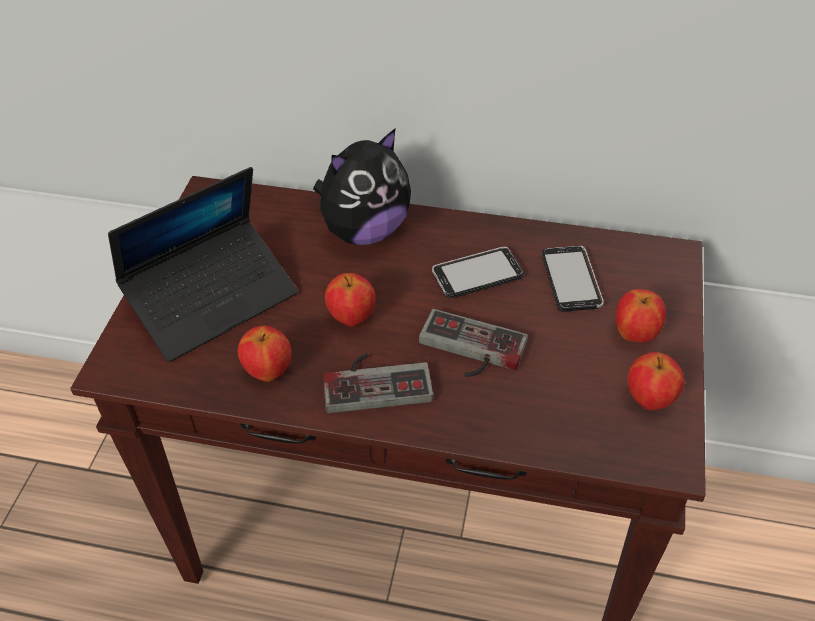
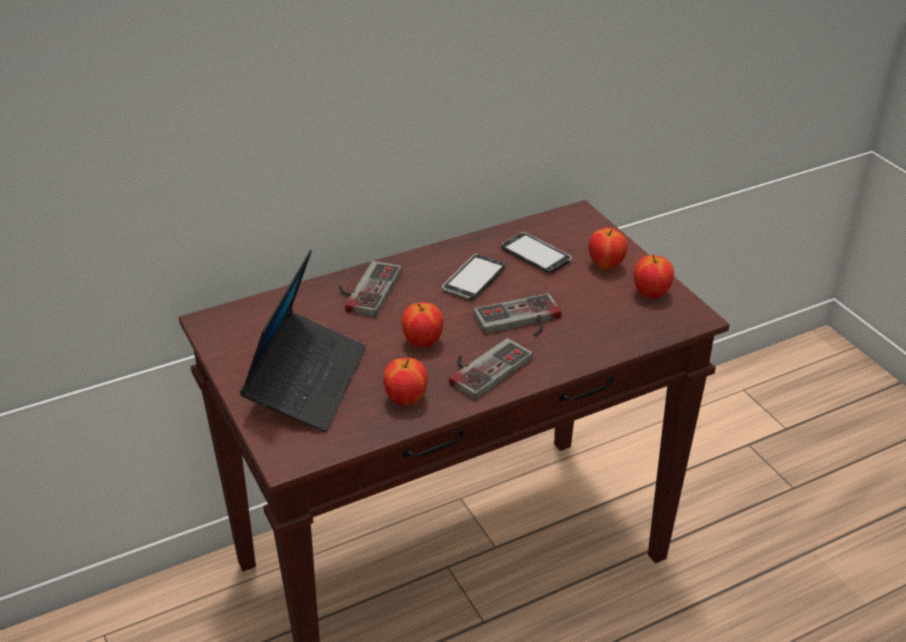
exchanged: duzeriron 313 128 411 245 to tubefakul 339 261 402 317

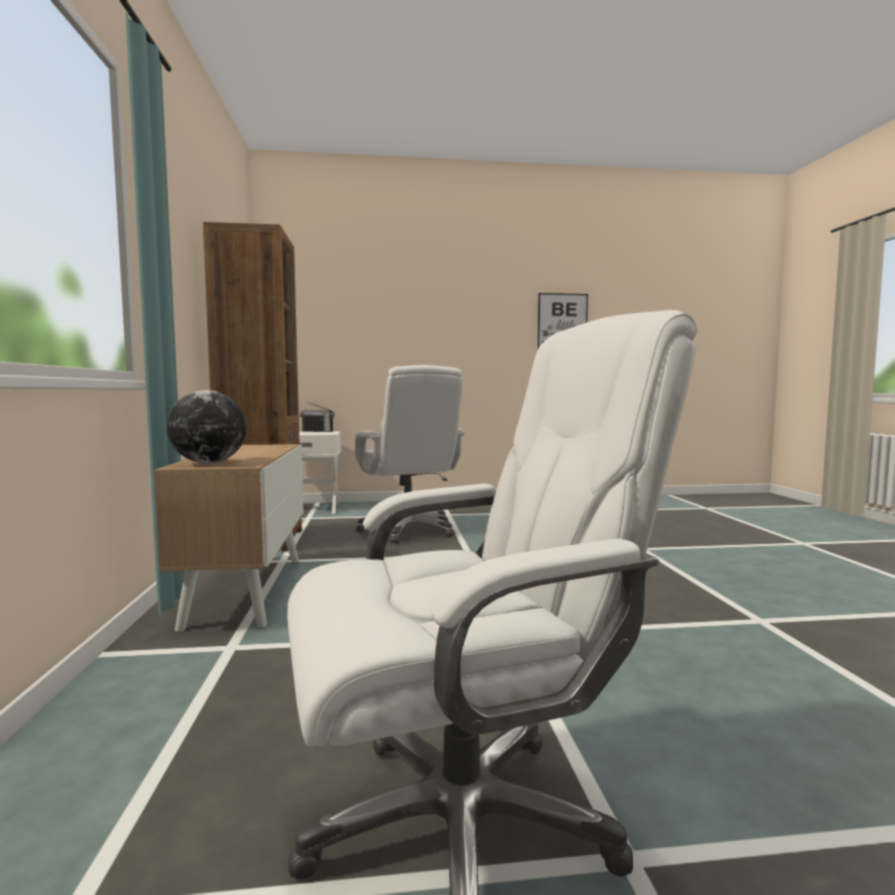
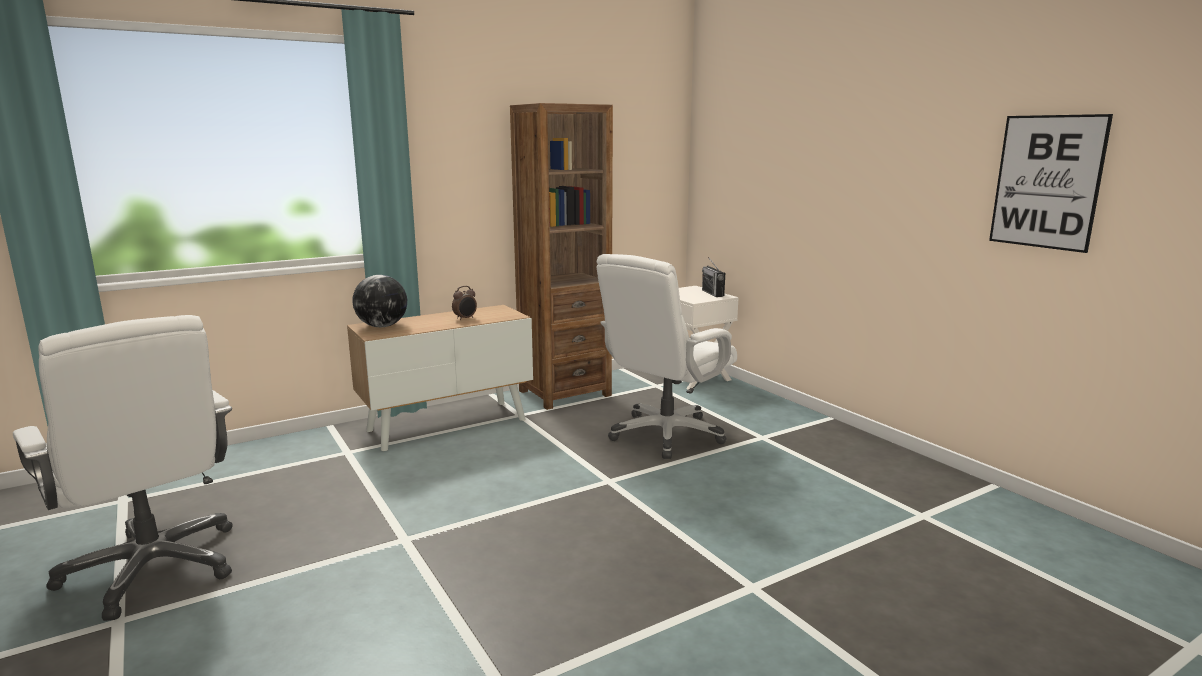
appeared: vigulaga 452 286 477 320

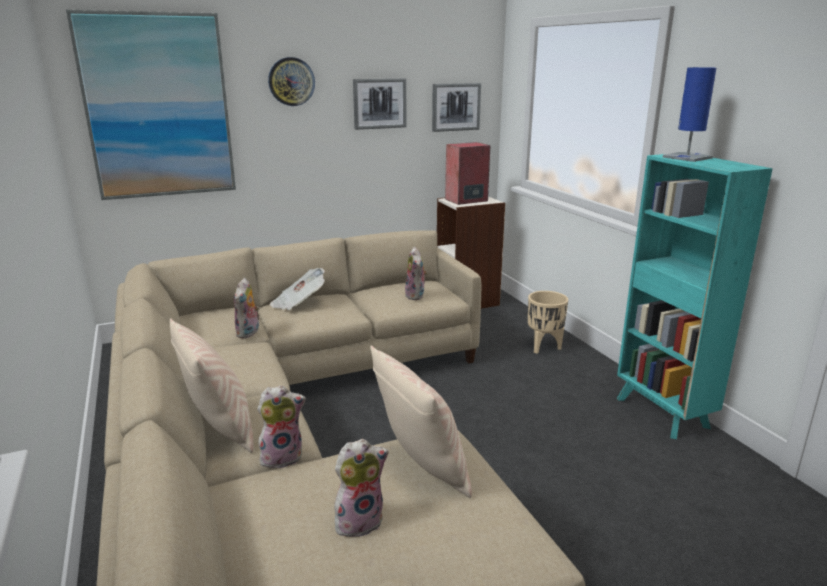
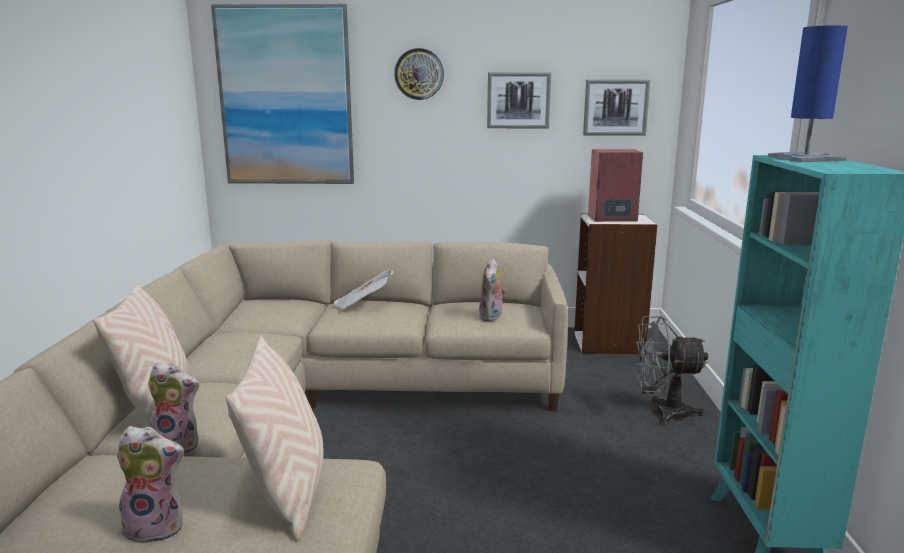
missing: duzeriron 234 278 260 339
exchanged: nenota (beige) 528 291 568 354 to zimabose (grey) 636 316 708 425

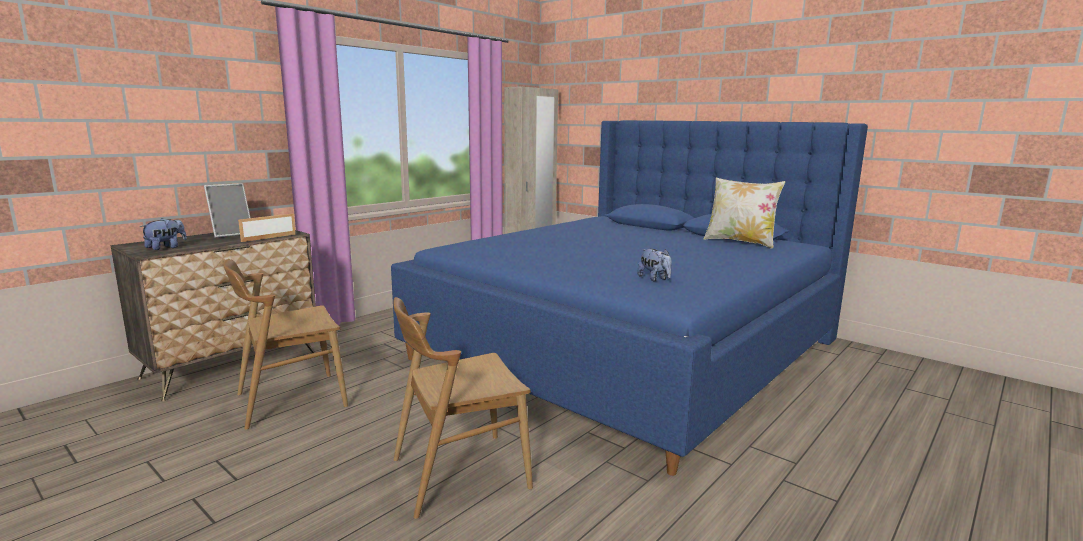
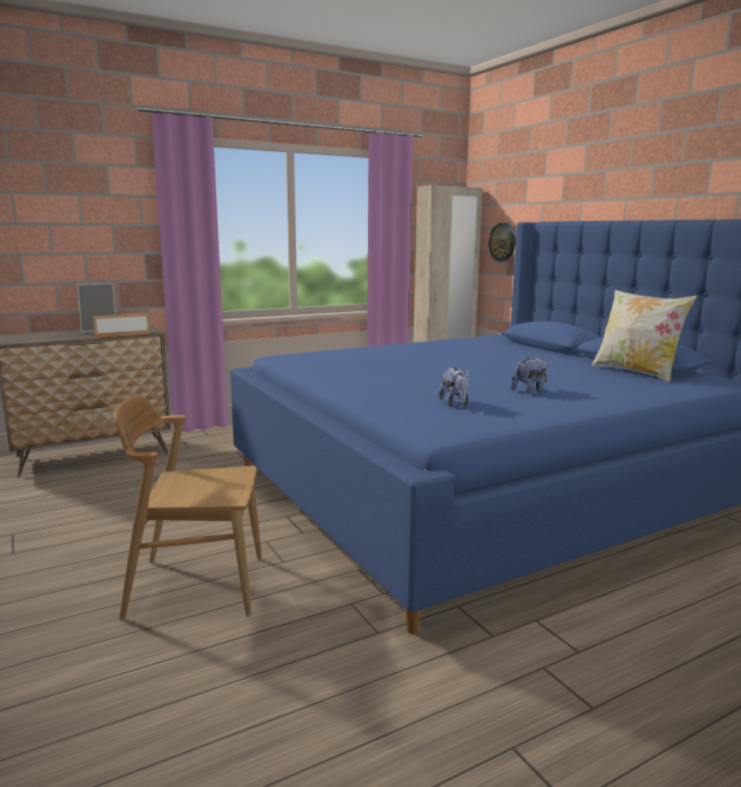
missing: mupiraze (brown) 223 259 348 430
appeared: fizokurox 488 223 516 262
relocated: duzeriron 140 218 187 250 to 511 355 549 393

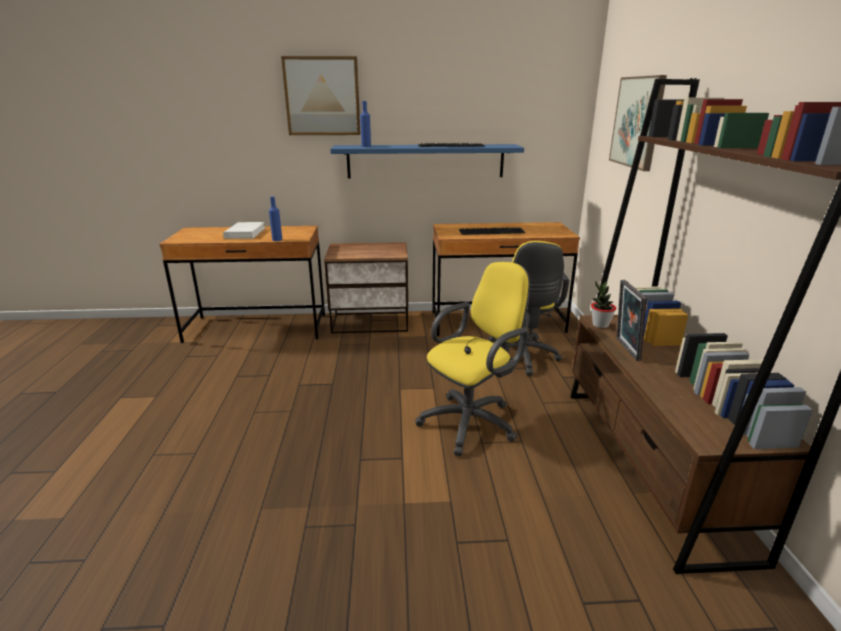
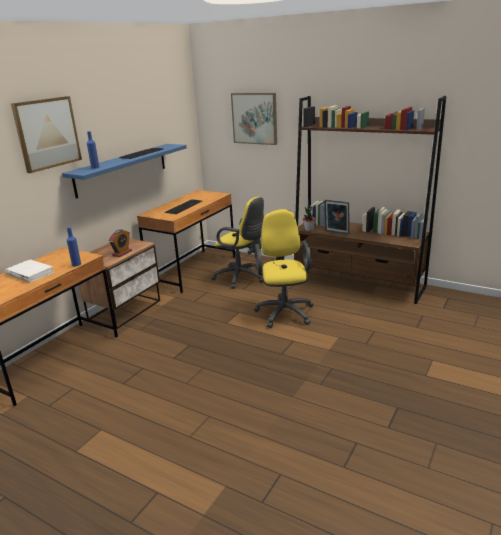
appeared: vigulaga 109 229 132 257

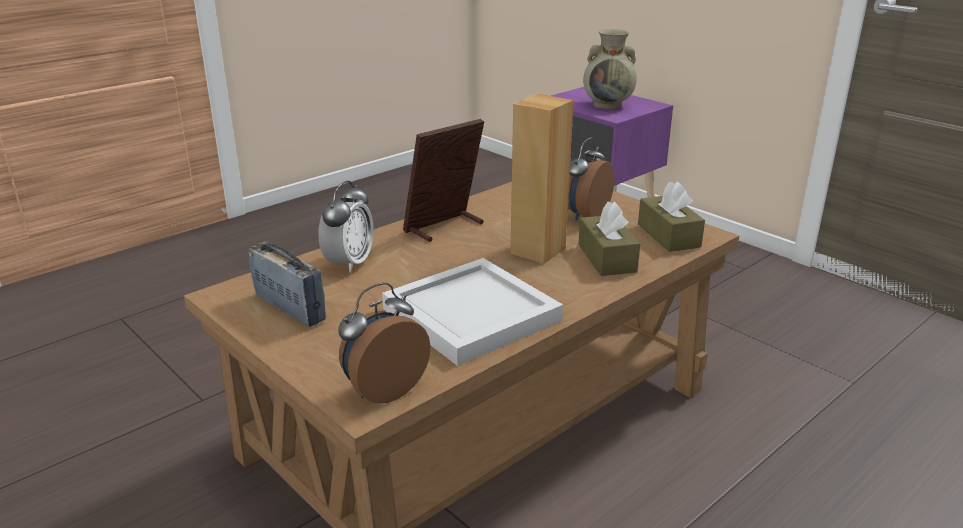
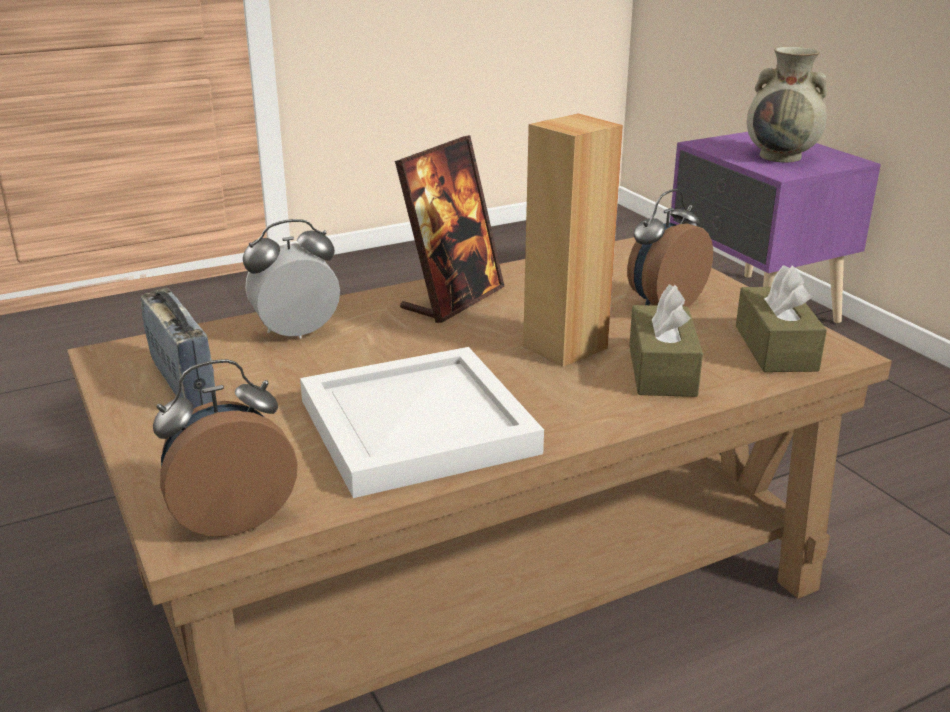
spun: vigulaga 318 181 374 273 = 243 219 340 339 150 degrees counterclockwise; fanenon 403 119 484 242 = 395 135 505 323 150 degrees clockwise

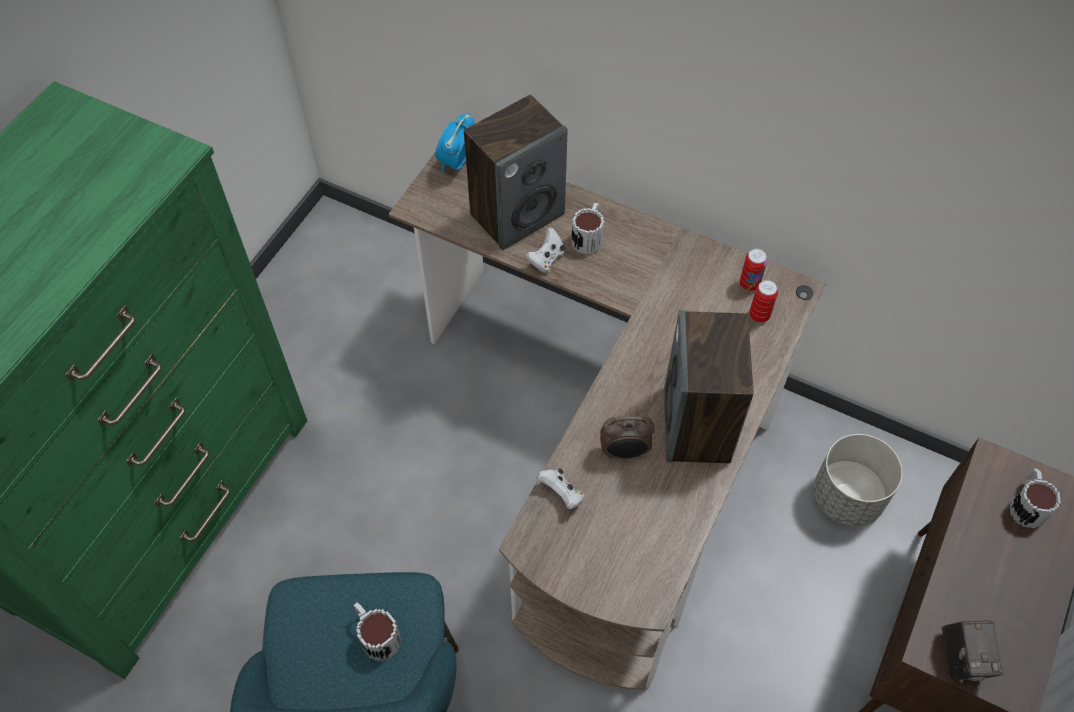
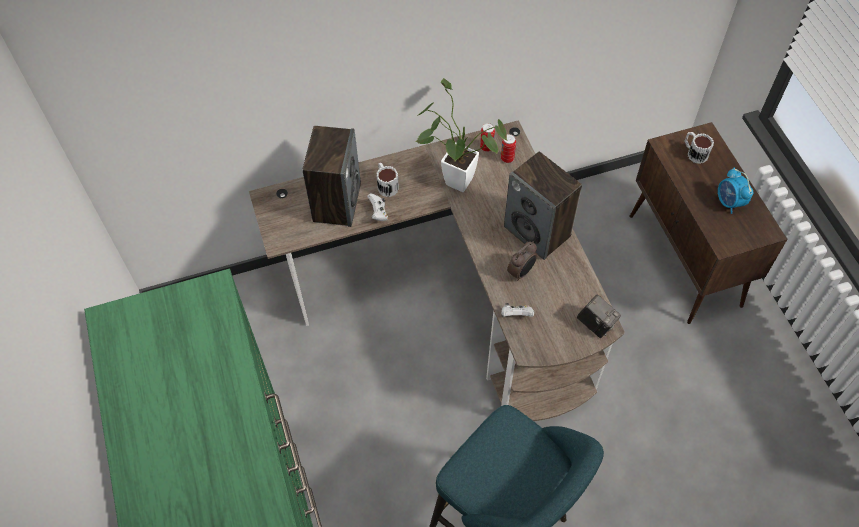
missing: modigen 354 602 401 661; nenota (grey) 813 434 903 526
appeared: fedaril 415 78 507 192
relocated: vigulaga 435 113 475 172 to 717 168 753 214; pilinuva 942 620 1003 683 to 577 295 621 338

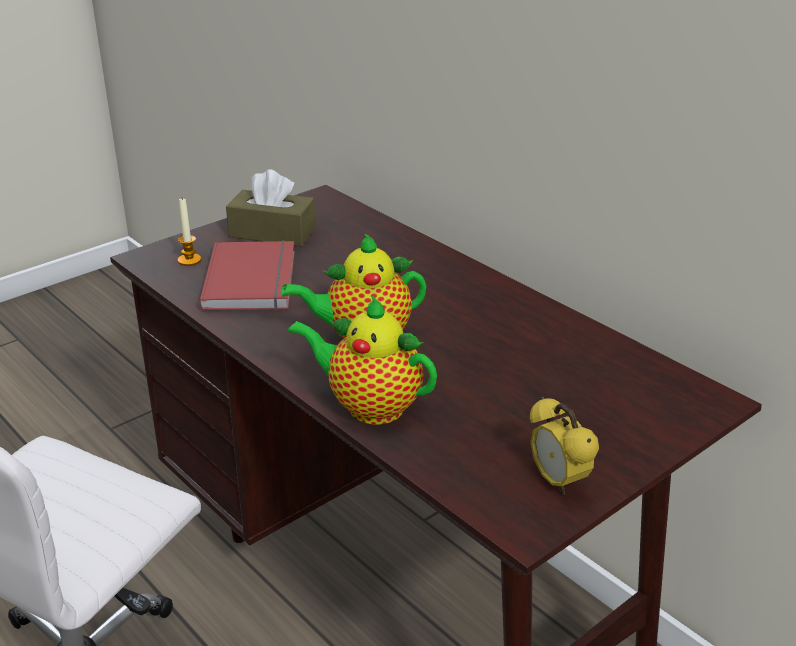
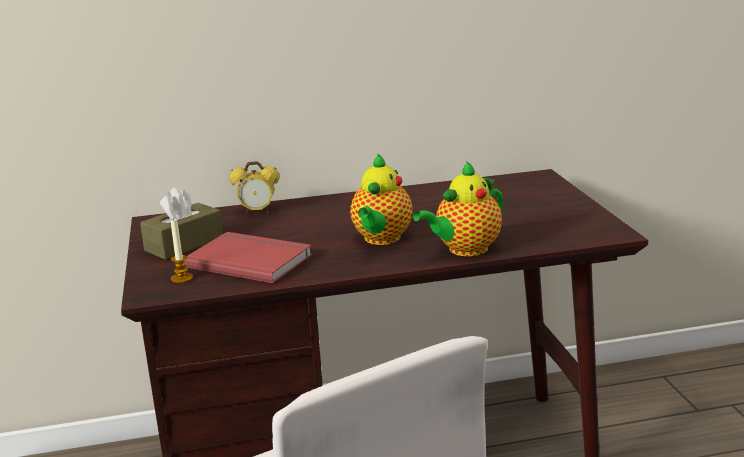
relocated: vigulaga 530 397 599 496 to 229 161 280 214

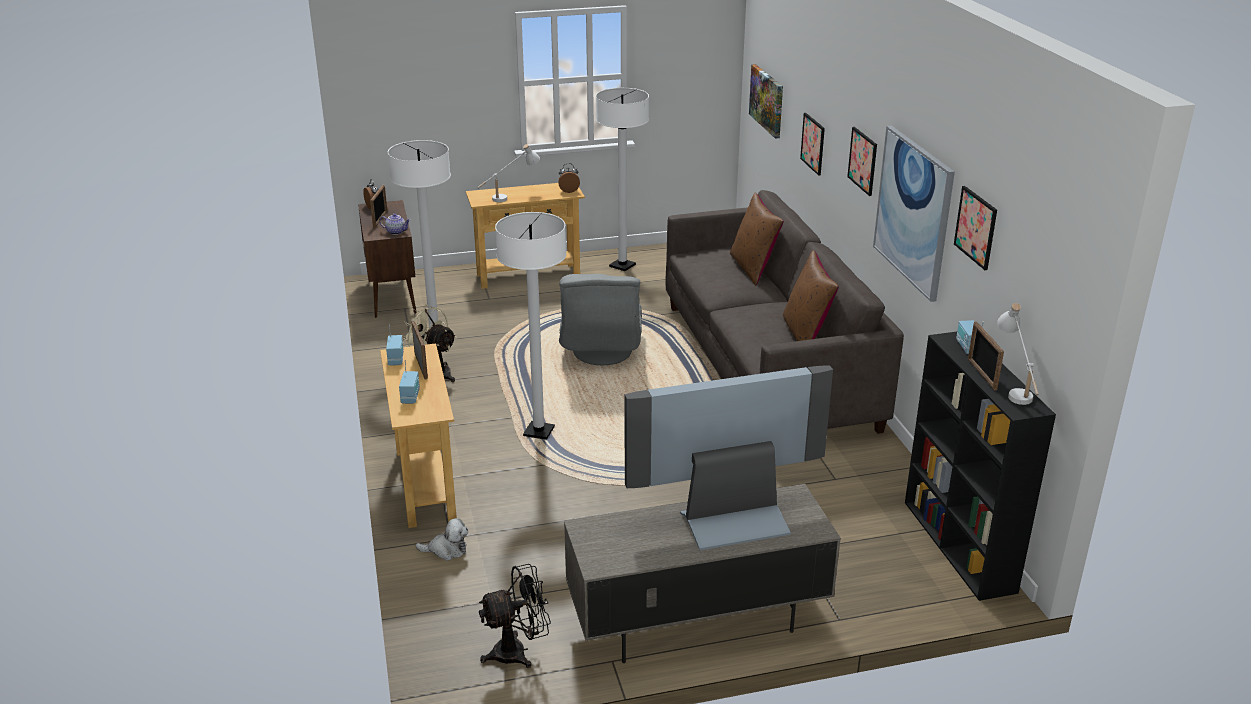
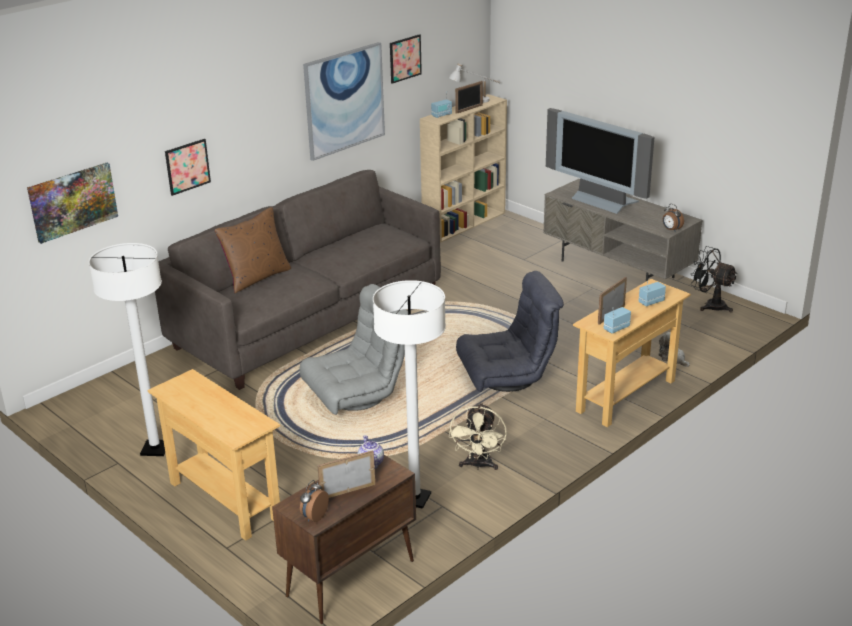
missing: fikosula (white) 477 144 540 202; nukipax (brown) 783 250 839 341; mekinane 847 127 877 196
relocated: vigulaga 558 163 580 193 to 663 204 684 232
exchanged: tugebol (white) 495 212 566 440 to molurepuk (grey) 456 271 564 392
colour: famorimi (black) 905 332 1056 601 to famorimi (beige) 420 94 507 243

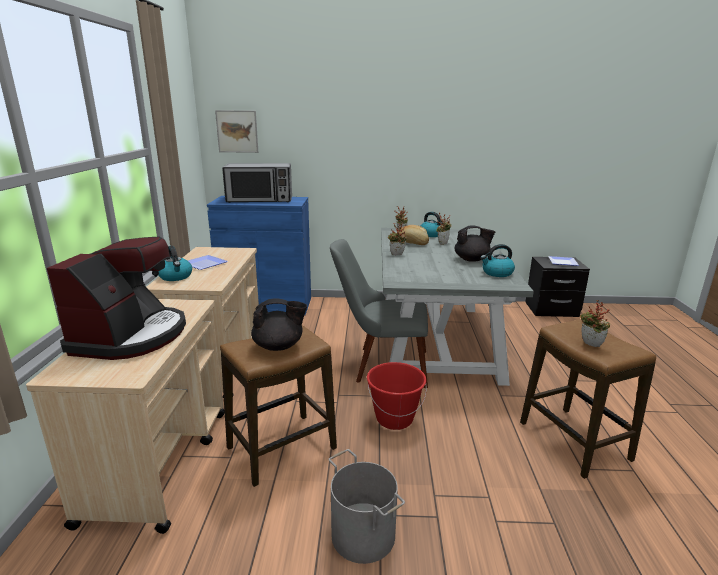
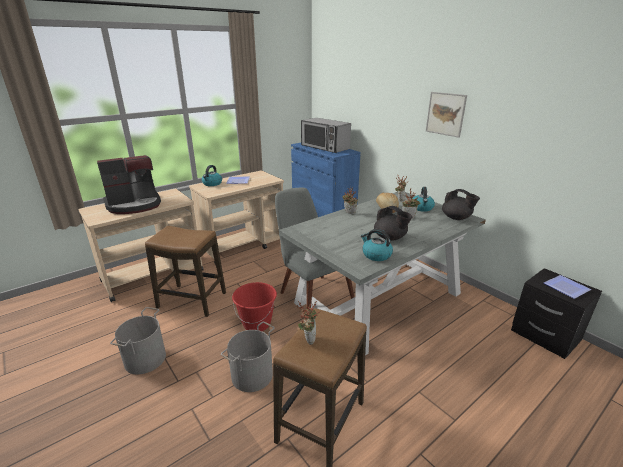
appeared: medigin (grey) 221 321 275 392
relocated: mekinane 215 110 258 153 to 426 92 467 138; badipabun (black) 251 298 307 351 to 442 189 480 220

